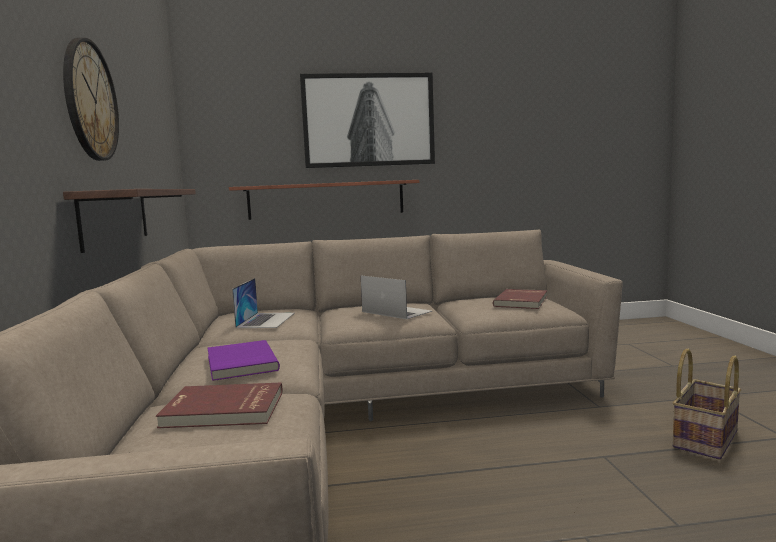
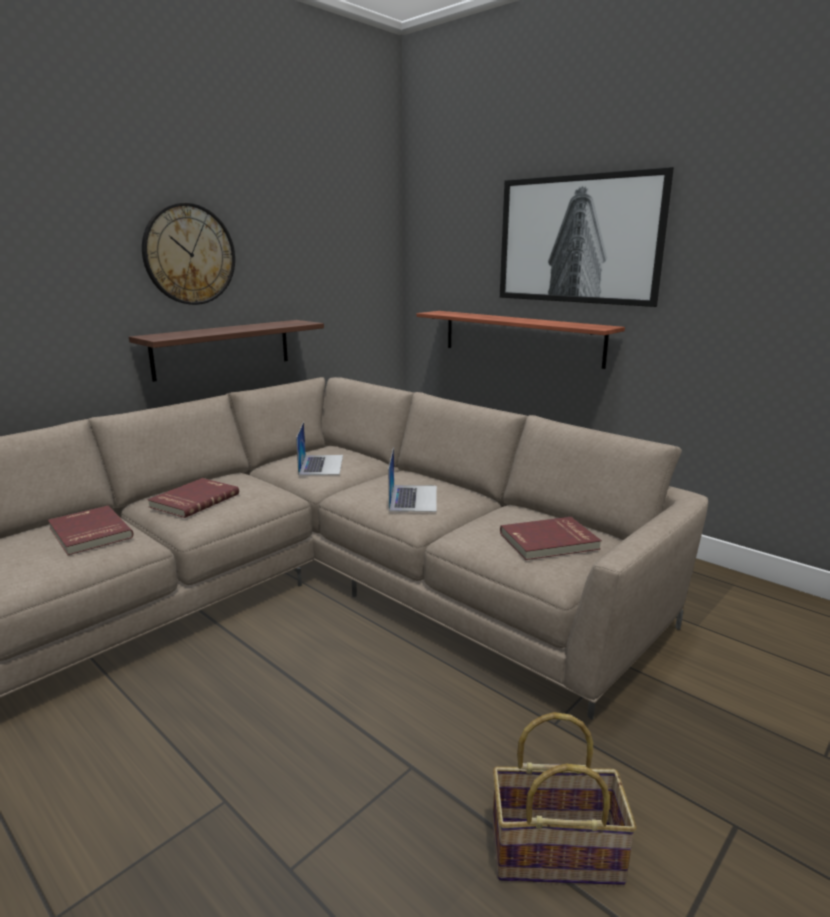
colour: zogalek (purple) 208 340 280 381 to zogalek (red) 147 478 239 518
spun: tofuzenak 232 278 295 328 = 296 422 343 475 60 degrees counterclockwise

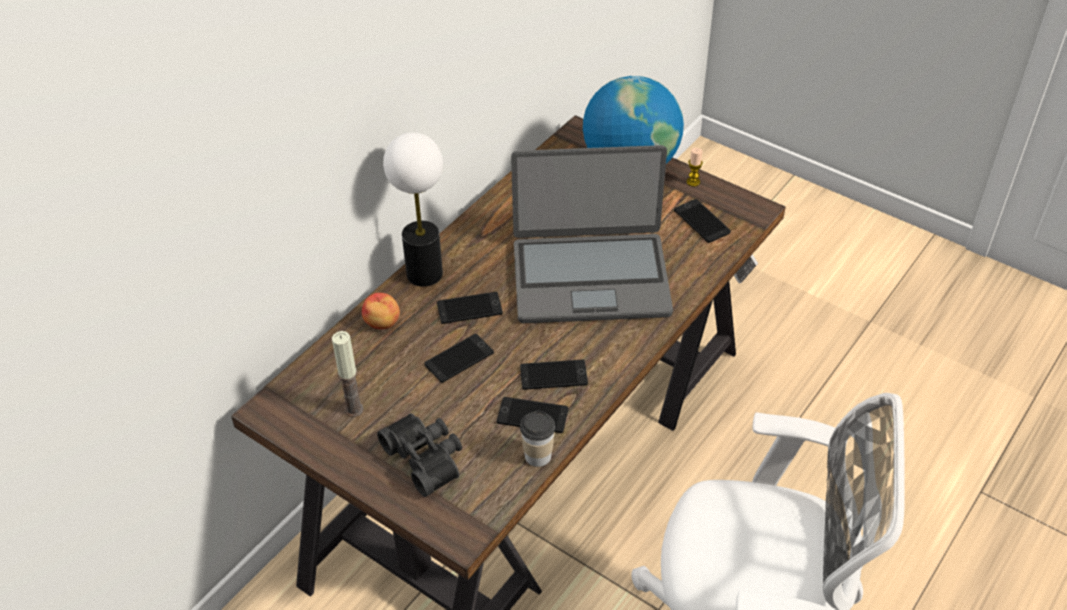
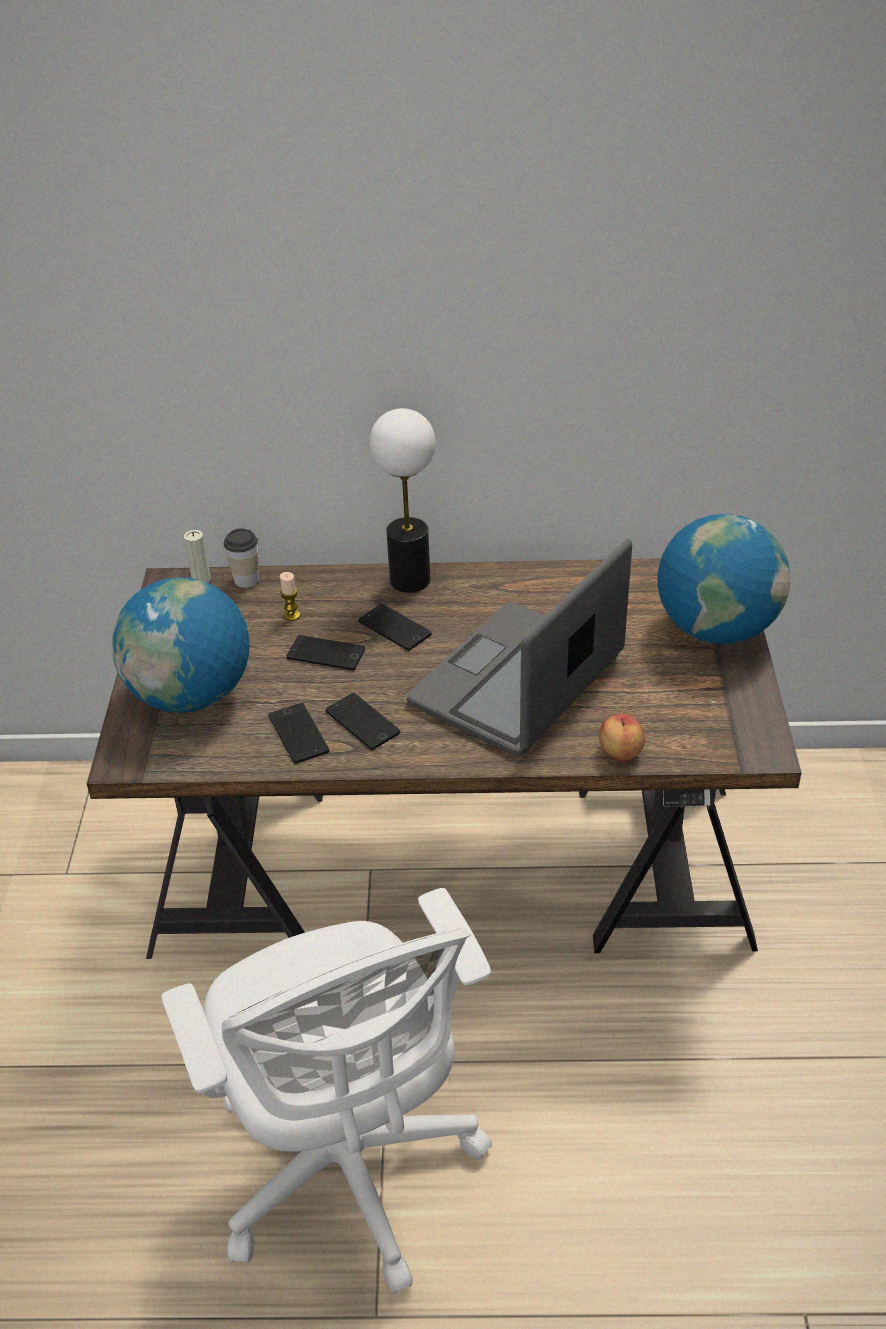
missing: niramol 674 199 731 243
relocated: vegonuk 362 293 400 329 to 599 714 645 762; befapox 520 411 555 467 to 224 528 259 588; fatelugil 687 148 703 187 to 280 572 300 621
exchanged: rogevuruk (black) 377 413 462 497 to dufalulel 112 577 249 713
spun: tofuzenak 511 145 673 323 = 407 539 632 757 75 degrees clockwise

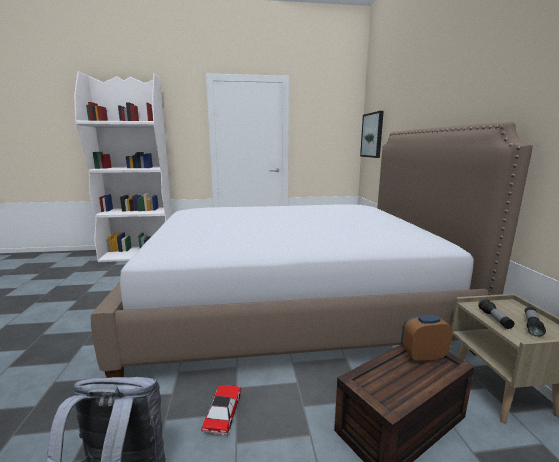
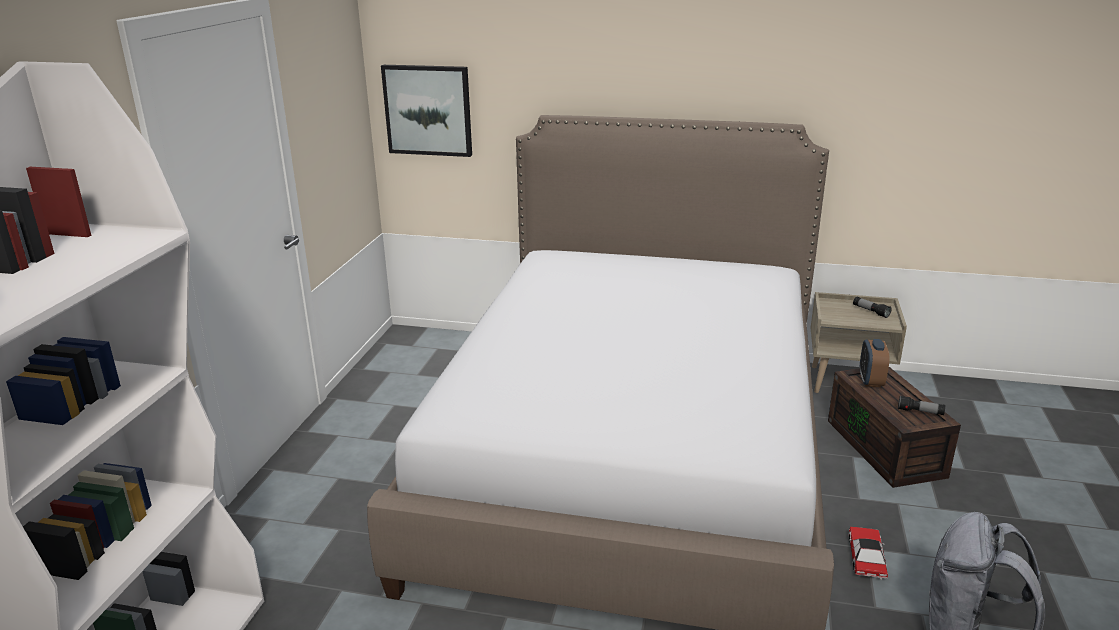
relocated: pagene 478 299 515 329 to 898 396 945 415
spun: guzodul 201 385 241 436 = 848 527 888 580 75 degrees clockwise

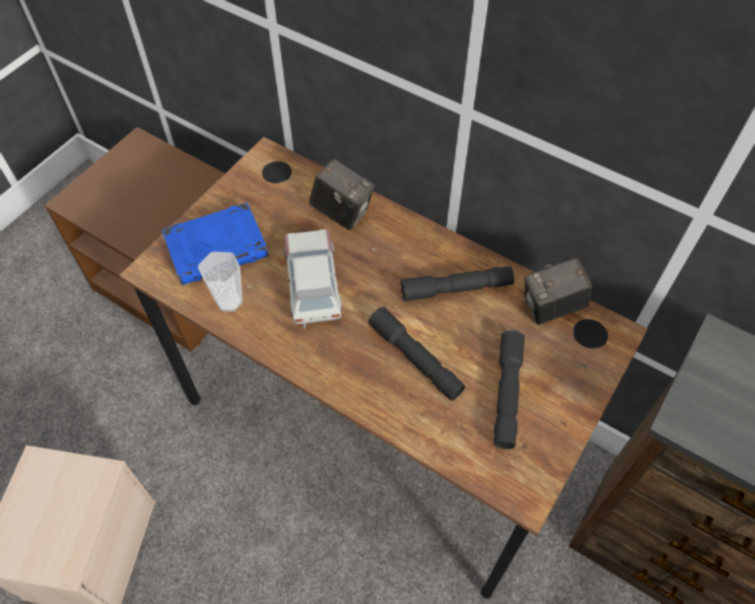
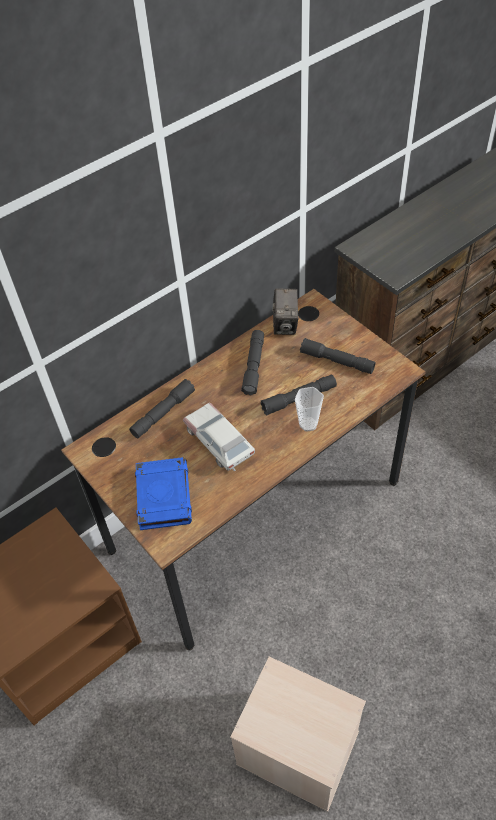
relocated: befapox 198 252 242 312 to 295 387 324 432
exchanged: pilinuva 309 159 375 230 to pagene (grey) 129 379 195 438
spun: guzodul 284 229 342 329 = 183 403 255 472 45 degrees clockwise

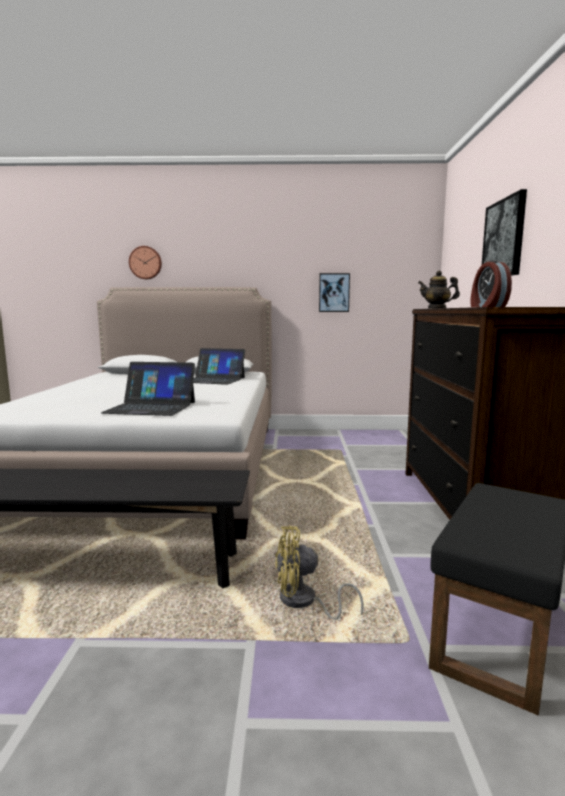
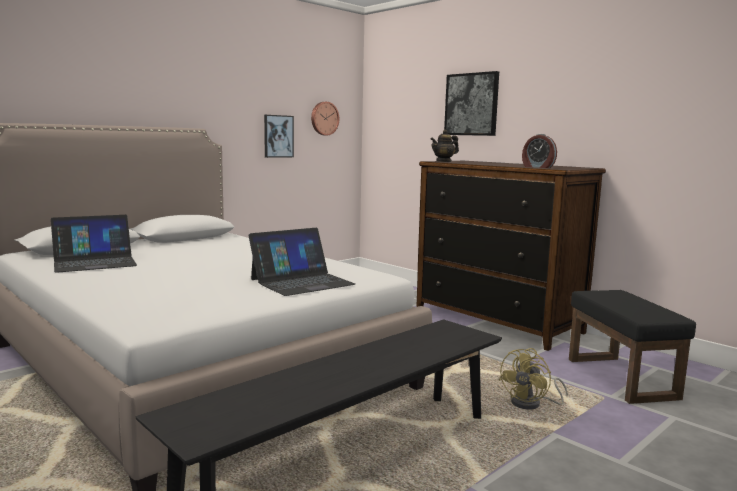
relocated: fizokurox 129 246 162 279 to 311 102 339 136; tofuzenak 193 348 245 385 to 51 215 137 273

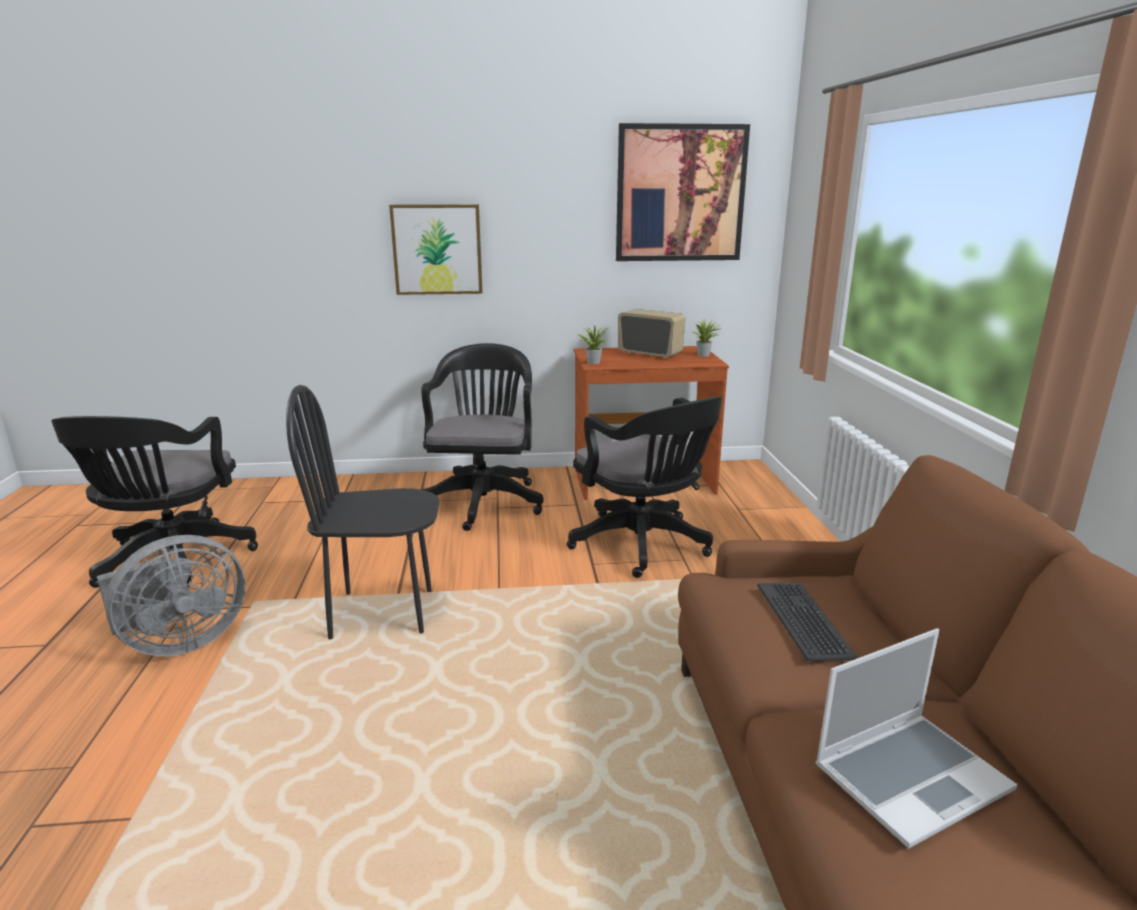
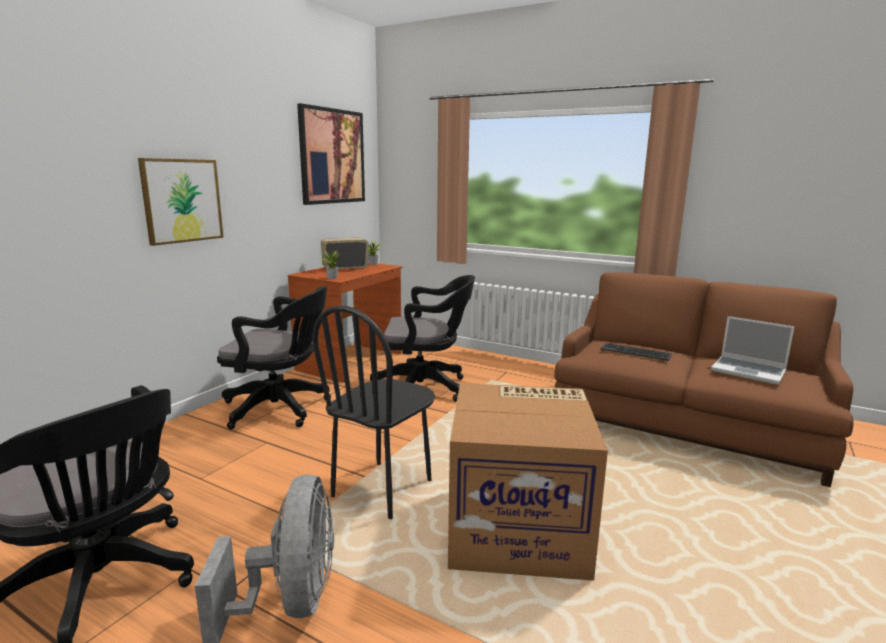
appeared: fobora 448 383 608 581
spun: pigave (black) 421 343 544 531 = 217 286 331 430 150 degrees clockwise; tofuzenak 815 628 1018 849 = 711 316 795 385 120 degrees clockwise

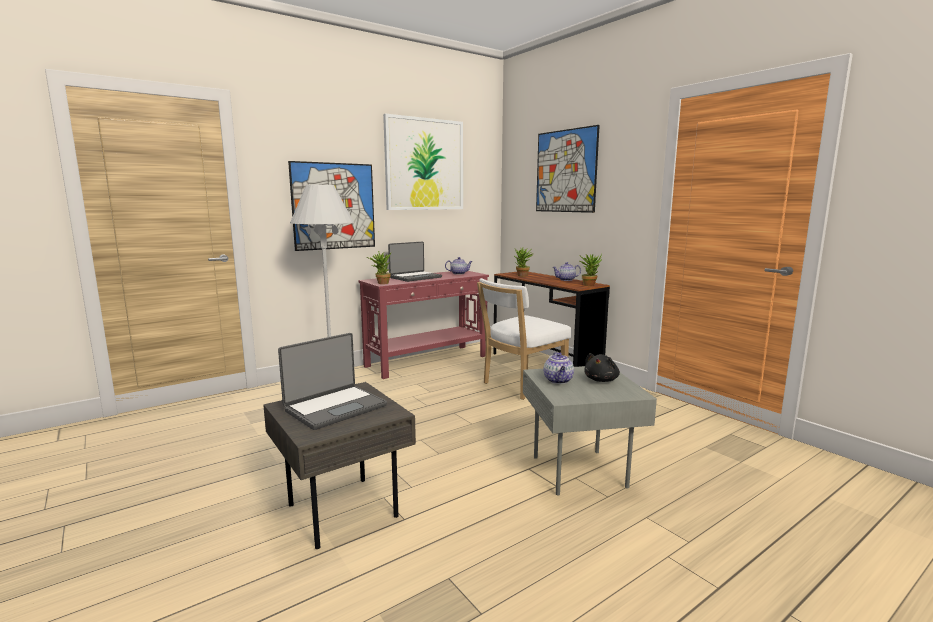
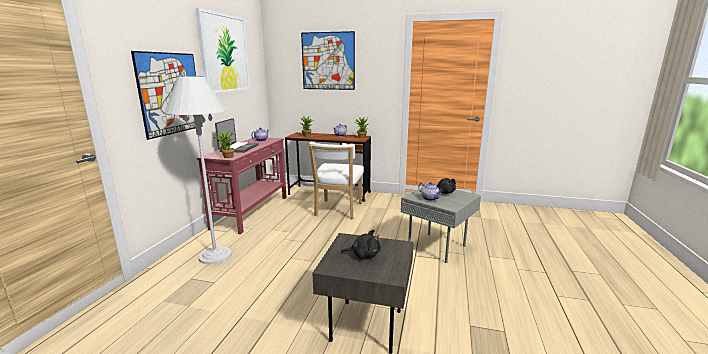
exchanged: tofuzenak 278 333 387 430 to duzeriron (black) 341 230 380 259

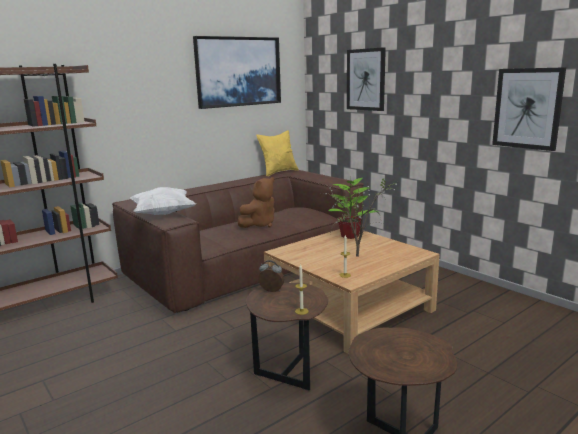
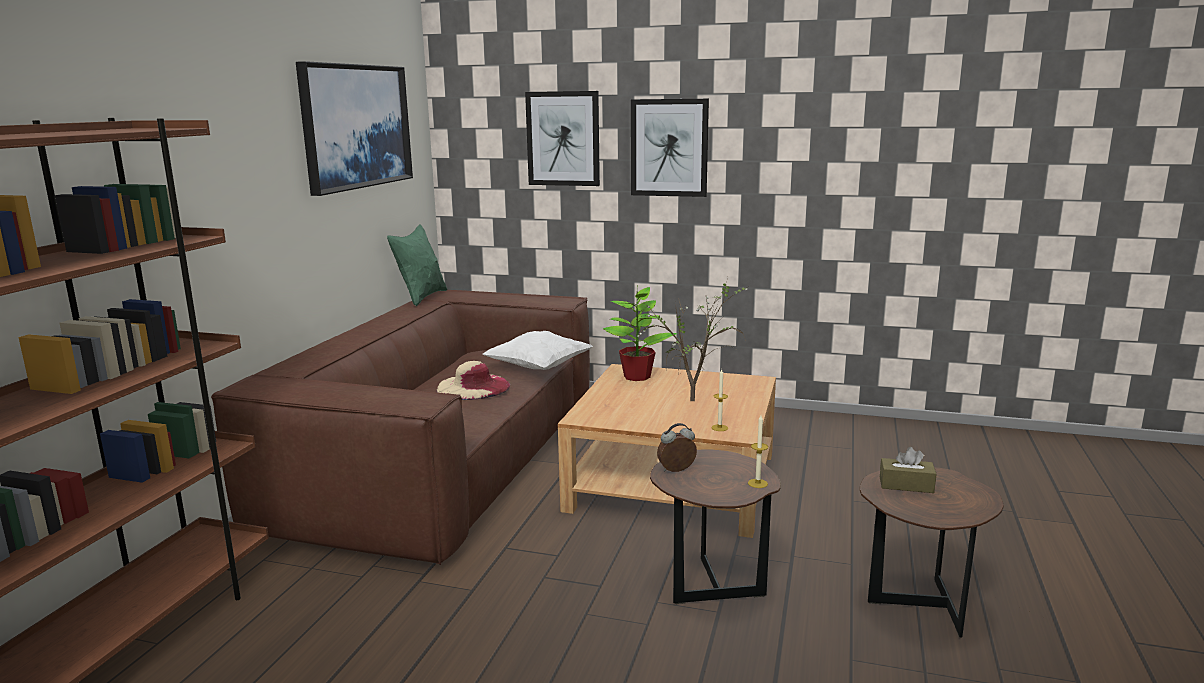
appeared: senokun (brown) 880 447 936 493
relocated: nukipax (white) 130 187 196 215 to 483 331 593 370; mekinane 492 67 566 151 to 631 99 709 197
exchanged: duzeriron (brown) 238 177 275 228 to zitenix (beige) 437 361 510 400
colour: nukipax (yellow) 256 130 299 176 to nukipax (green) 387 224 447 307

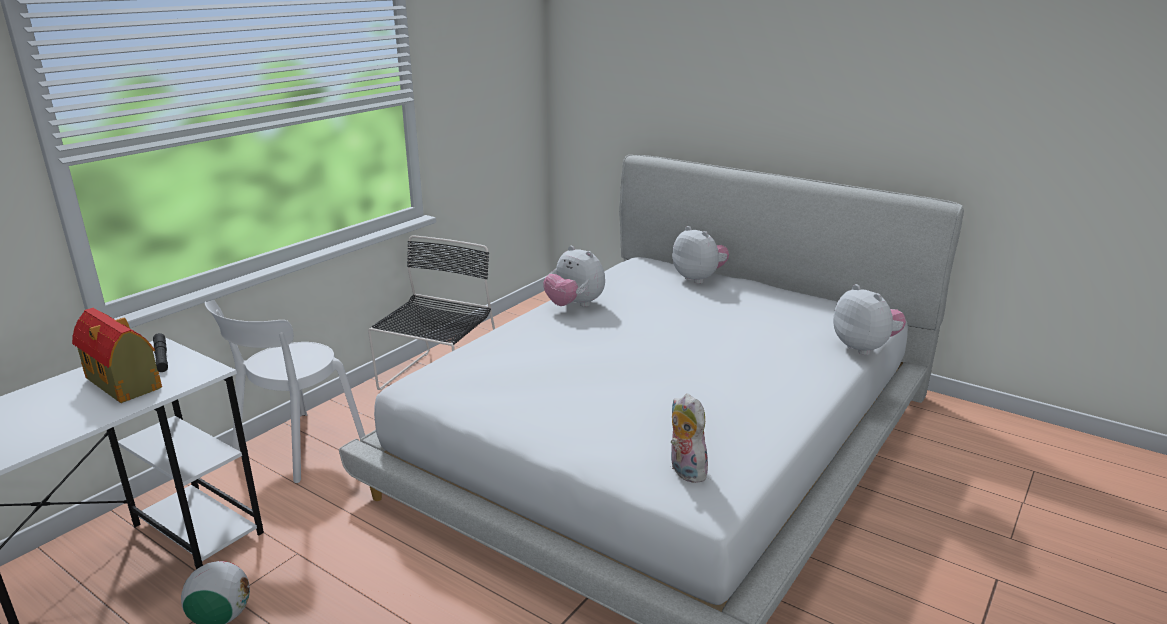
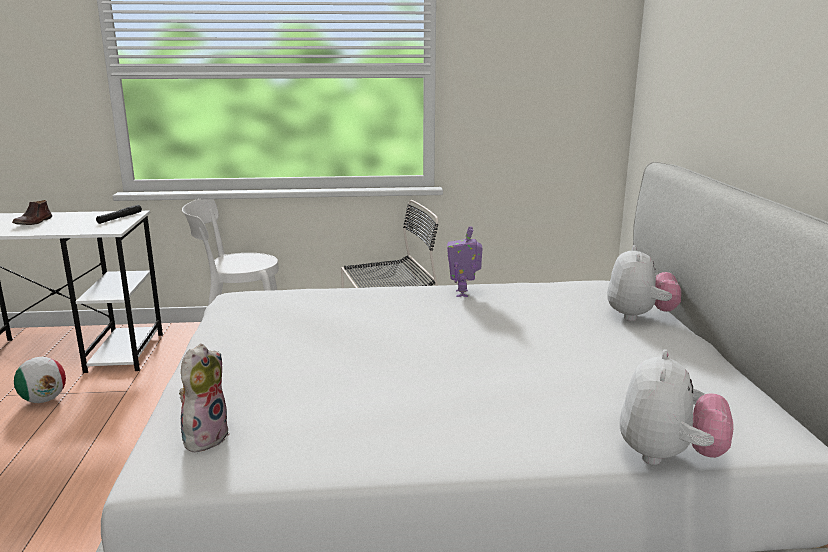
missing: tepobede 72 308 162 403
appeared: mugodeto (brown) 12 200 52 225
exchanged: duzeriron 543 246 605 307 to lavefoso 447 226 483 297

